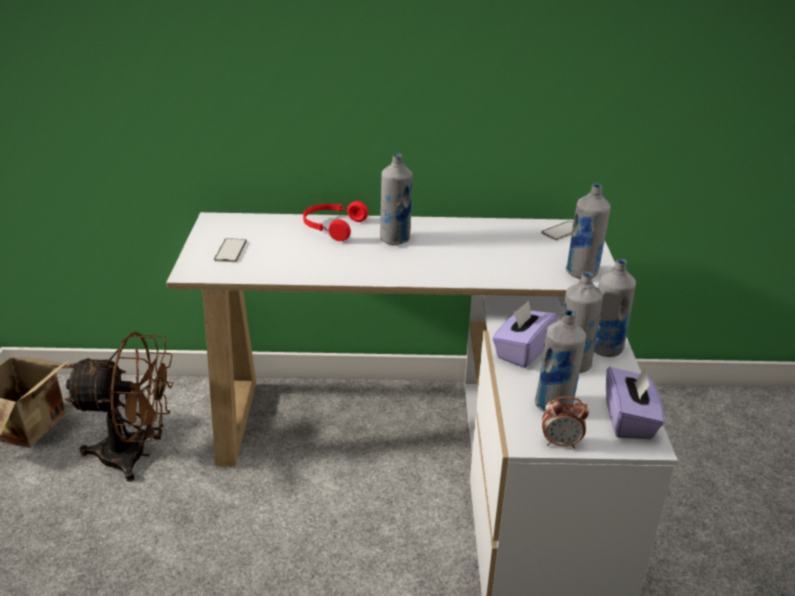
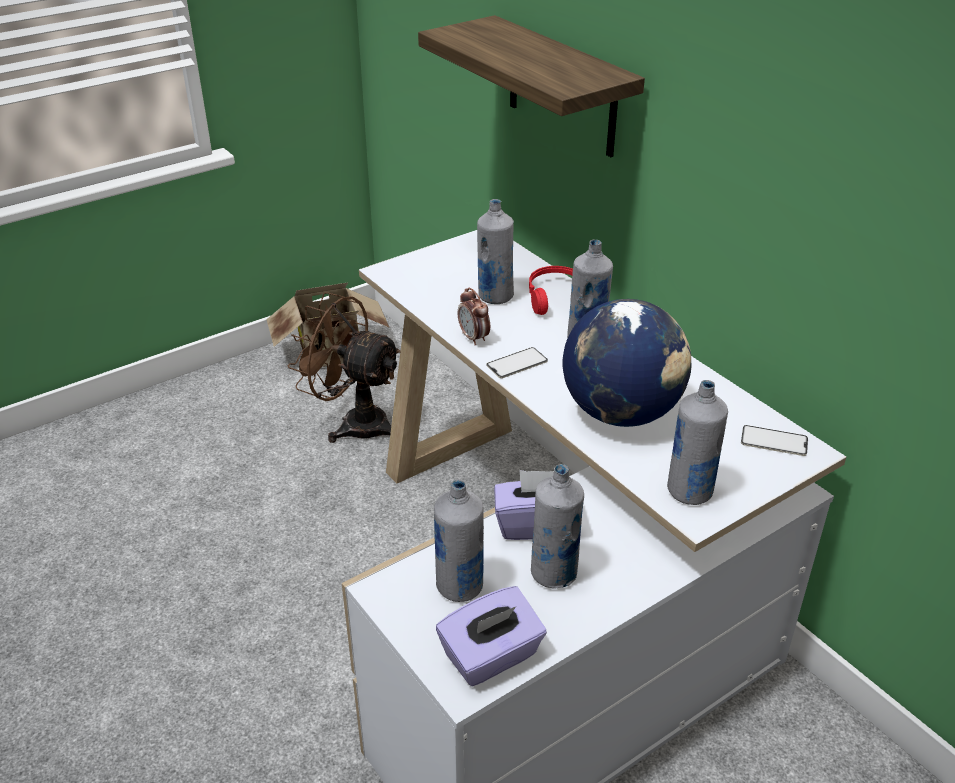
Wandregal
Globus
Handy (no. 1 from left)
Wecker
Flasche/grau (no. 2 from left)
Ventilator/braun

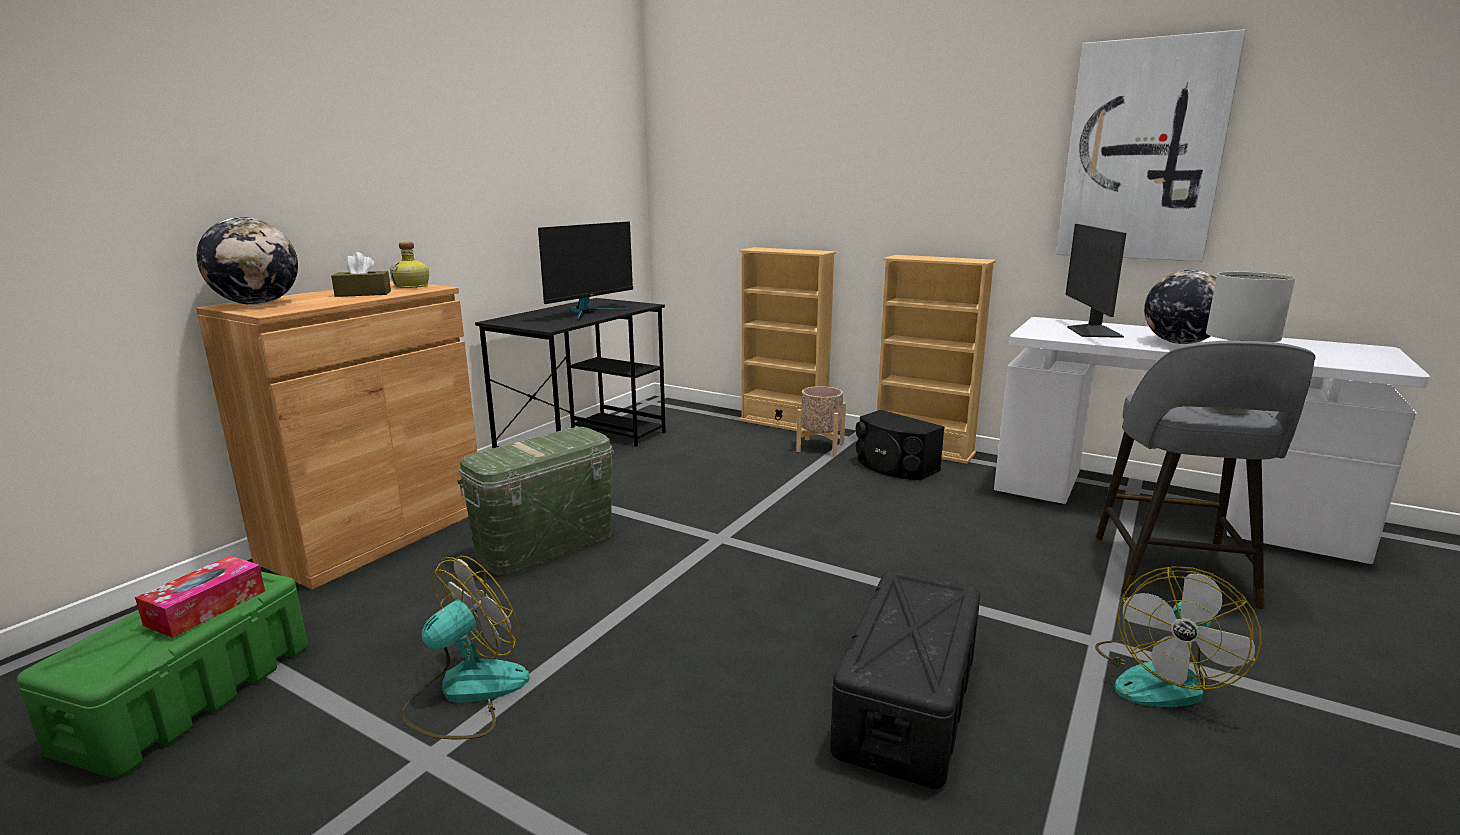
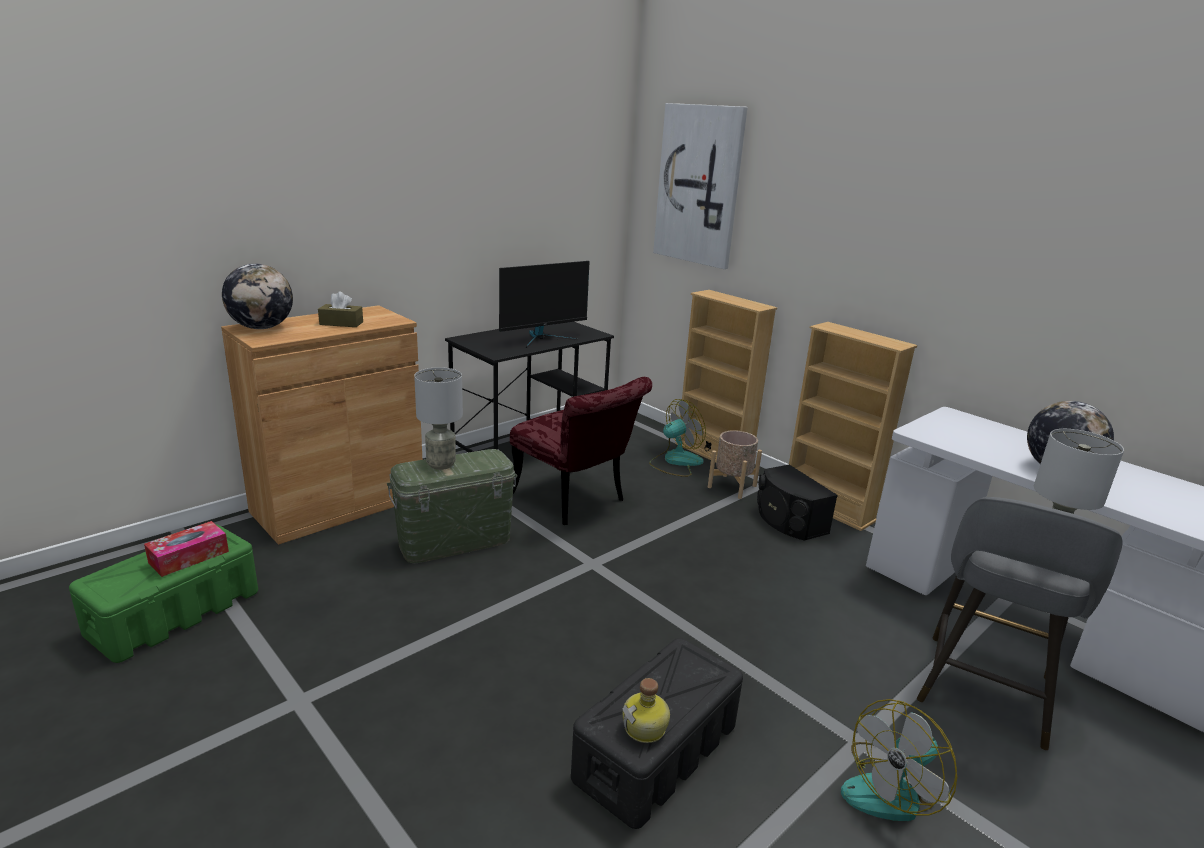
Monitor (no. 2 from left in the first image)
Tischlampe/grau (no. 1 from left)
Stuhl/rot
Flasche
Ventilator (no. 1 from left)
Bild

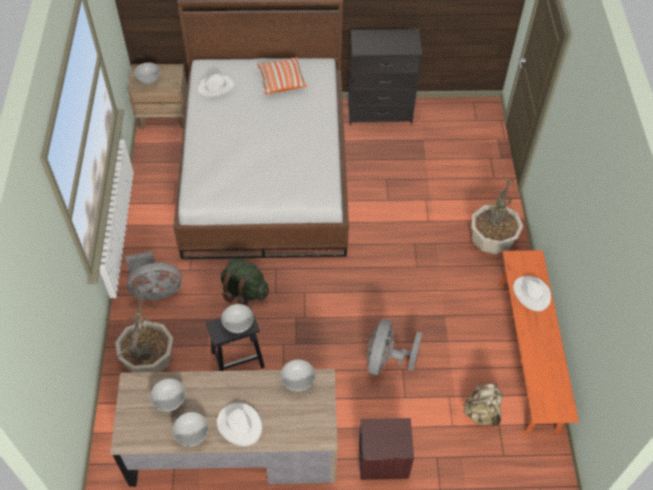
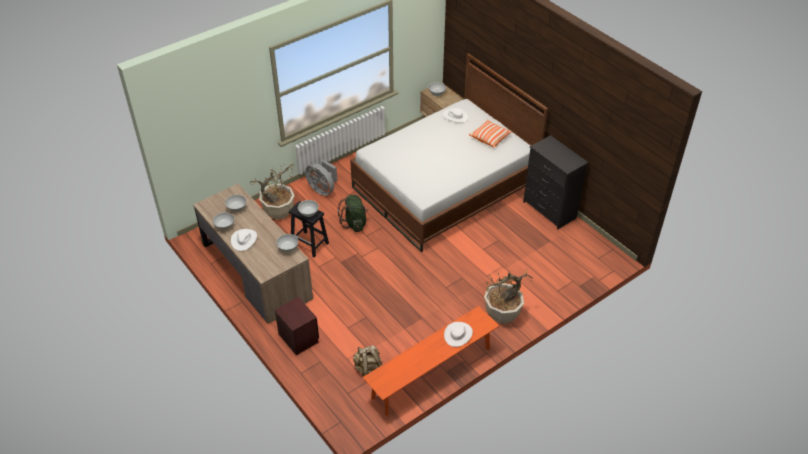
Ventilator/grau (no. 2 from left in the first image)

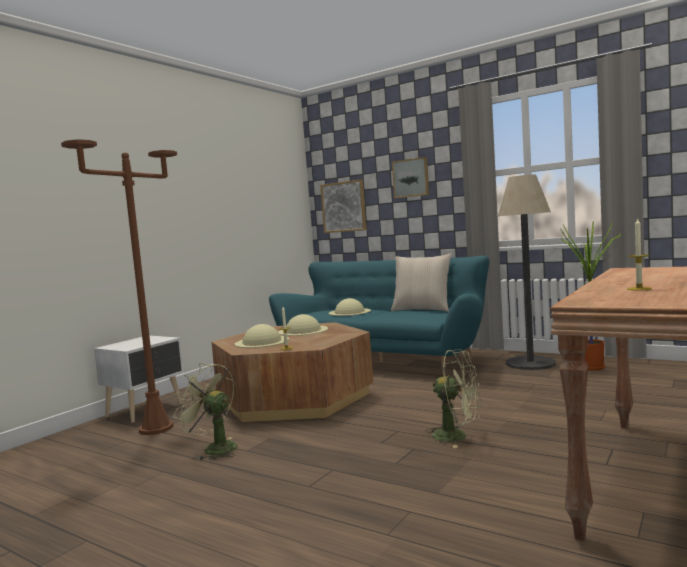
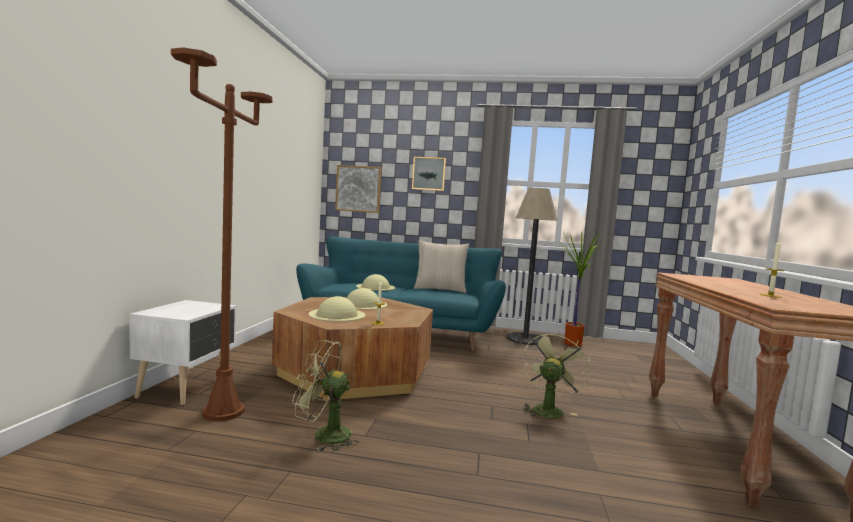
Ventilator/grün (no. 2 from left)

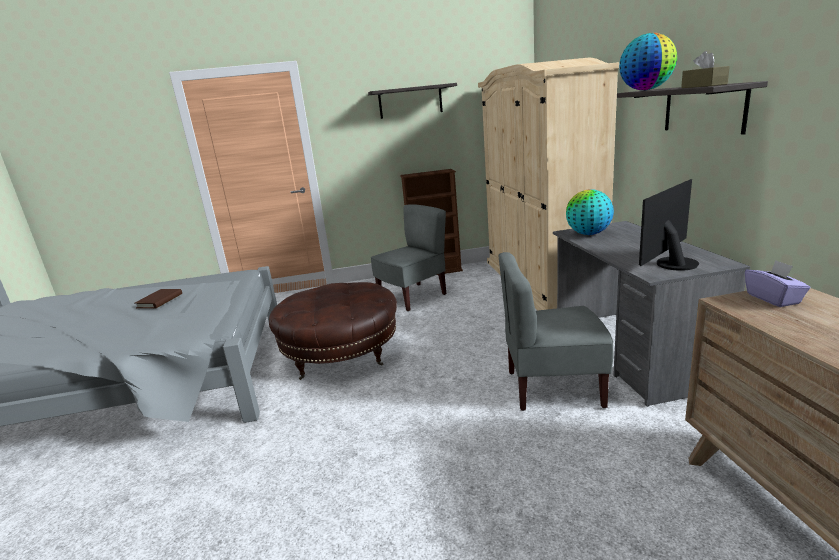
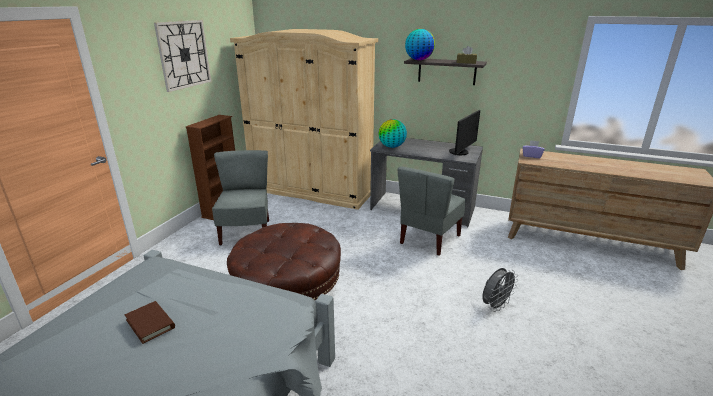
Ventilator/grau
Wanduhr
Monitor

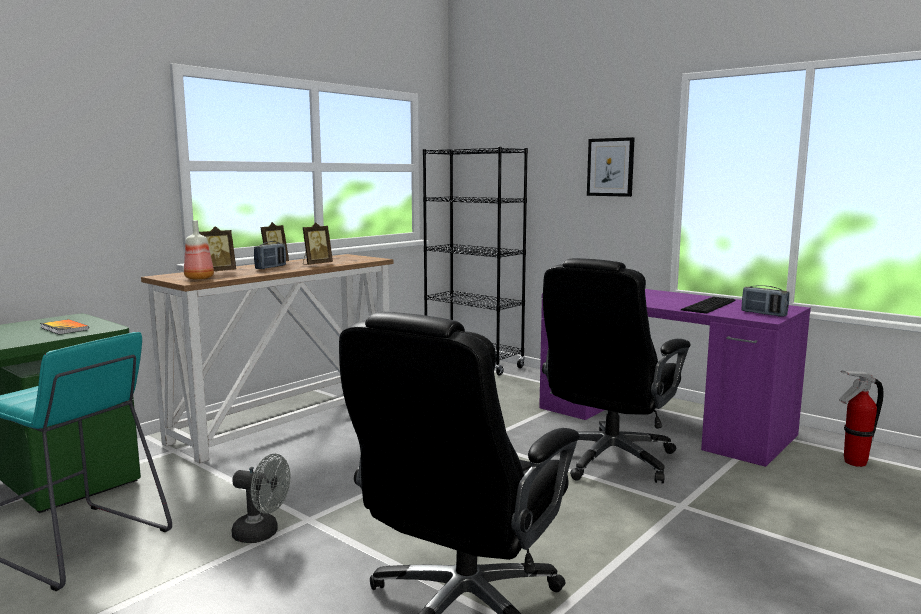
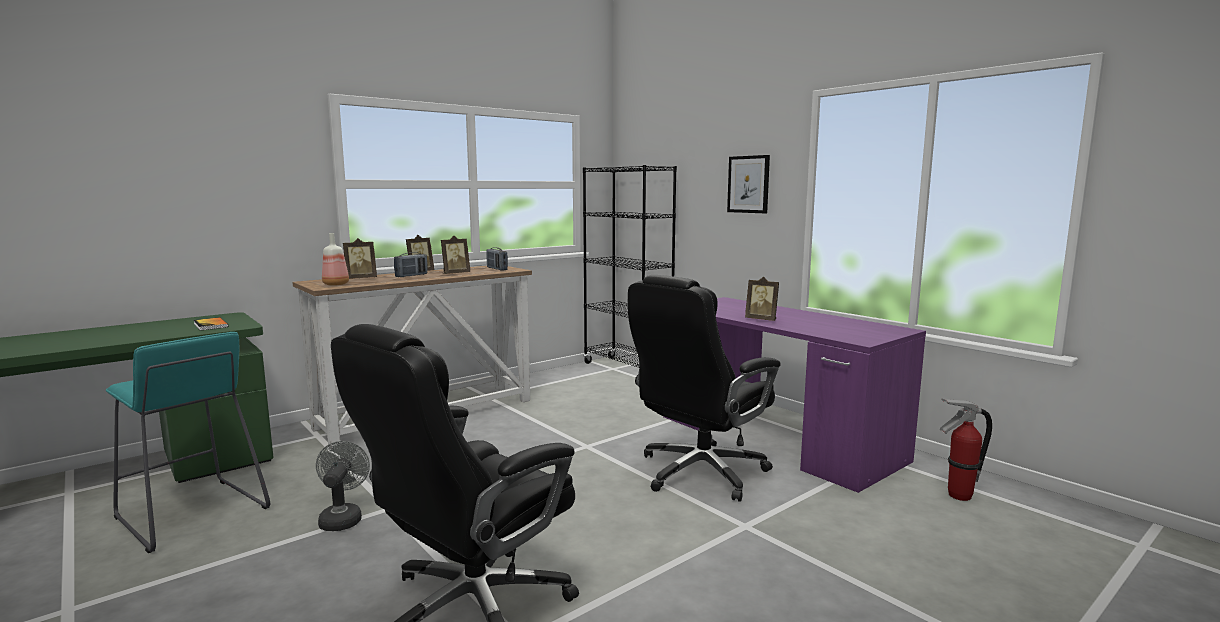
Tastatur
Bilderrahmen (no. 4 from left)
Radio (no. 2 from left)
Ventilator/grau

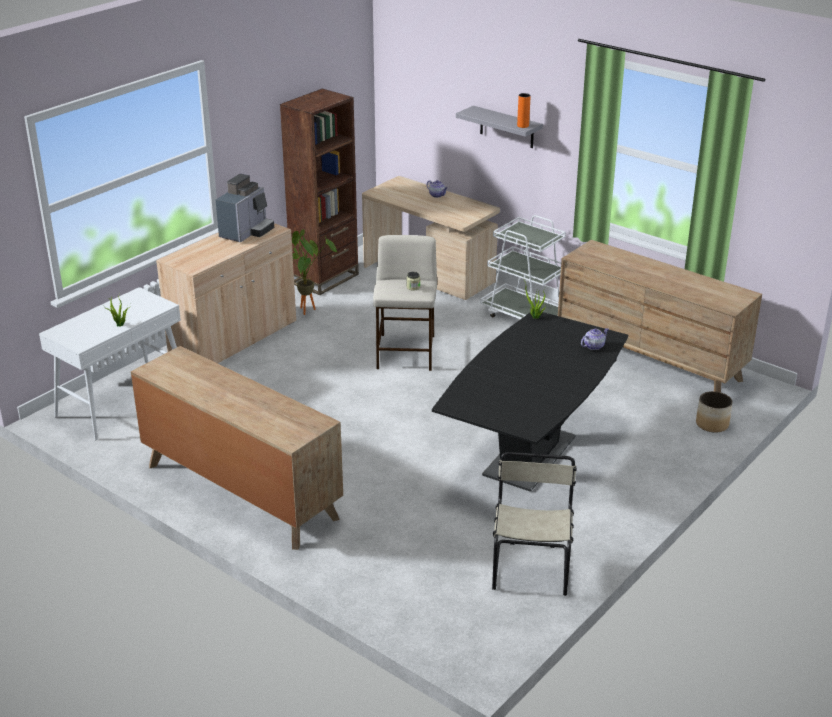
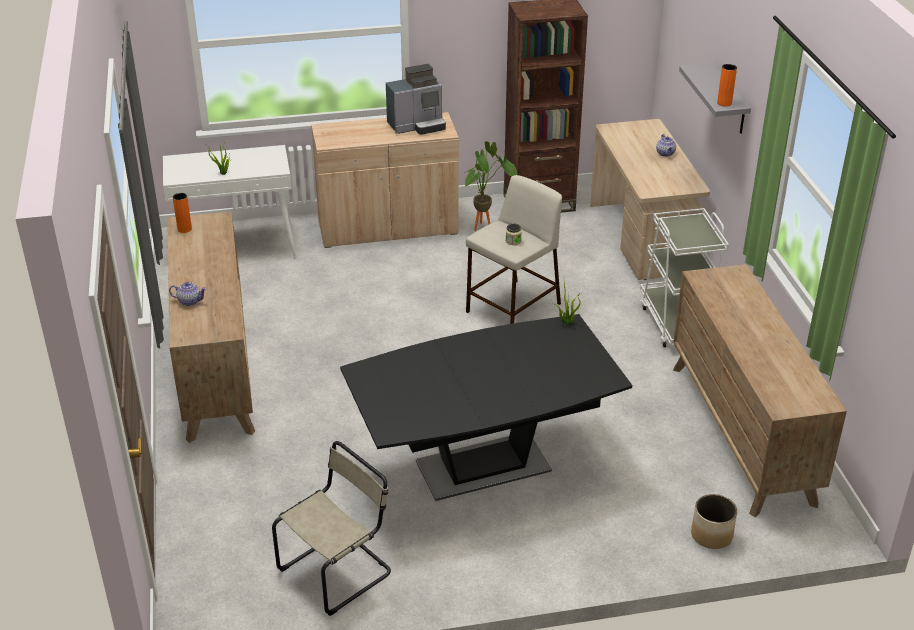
Vase/orange (no. 1 from left)
Teekanne (no. 1 from left)

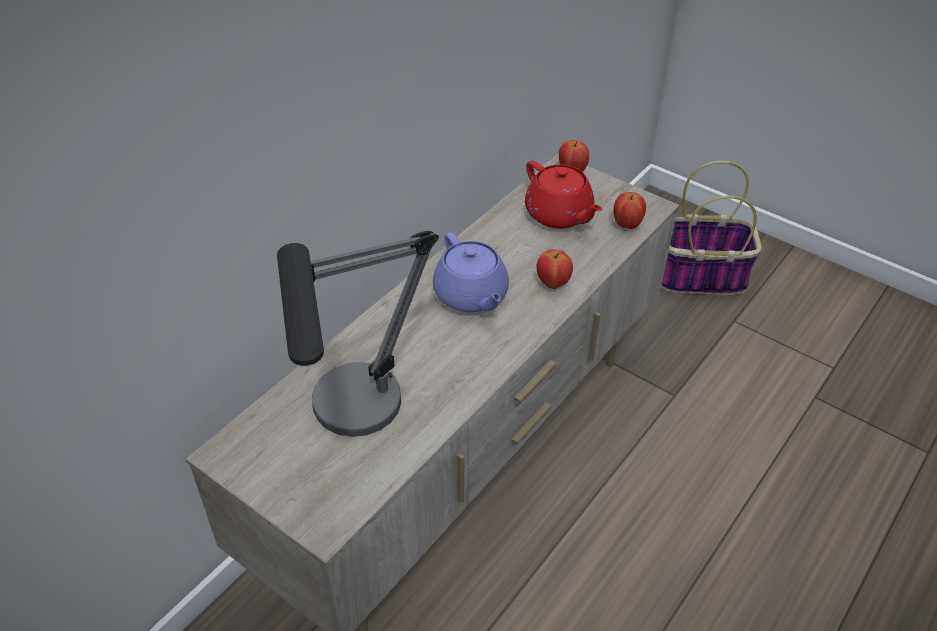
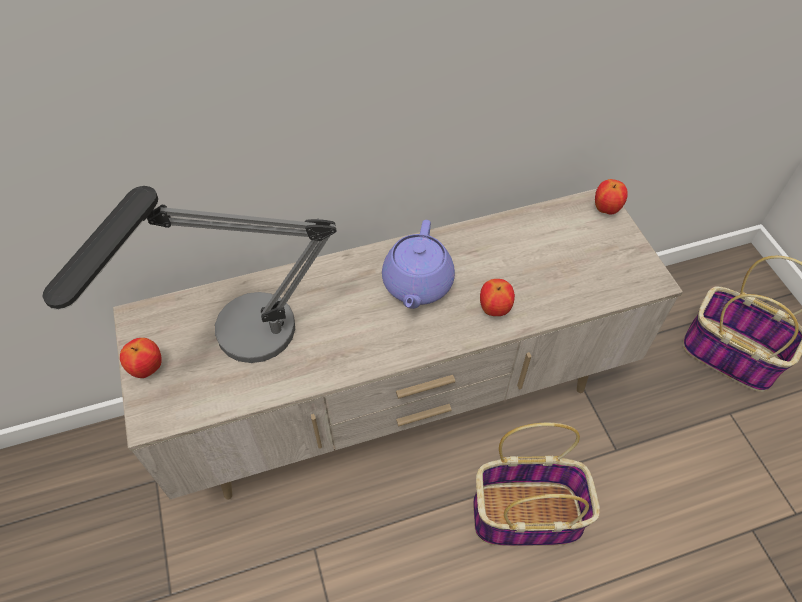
Teekanne/rot
Korb (no. 1 from left)
Apfel (no. 1 from left)

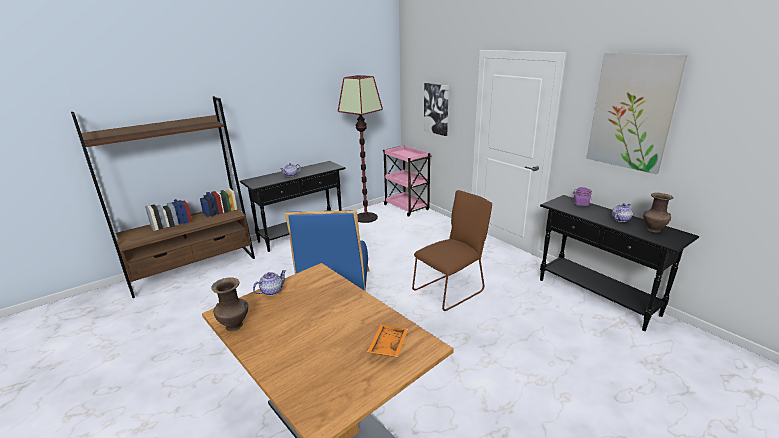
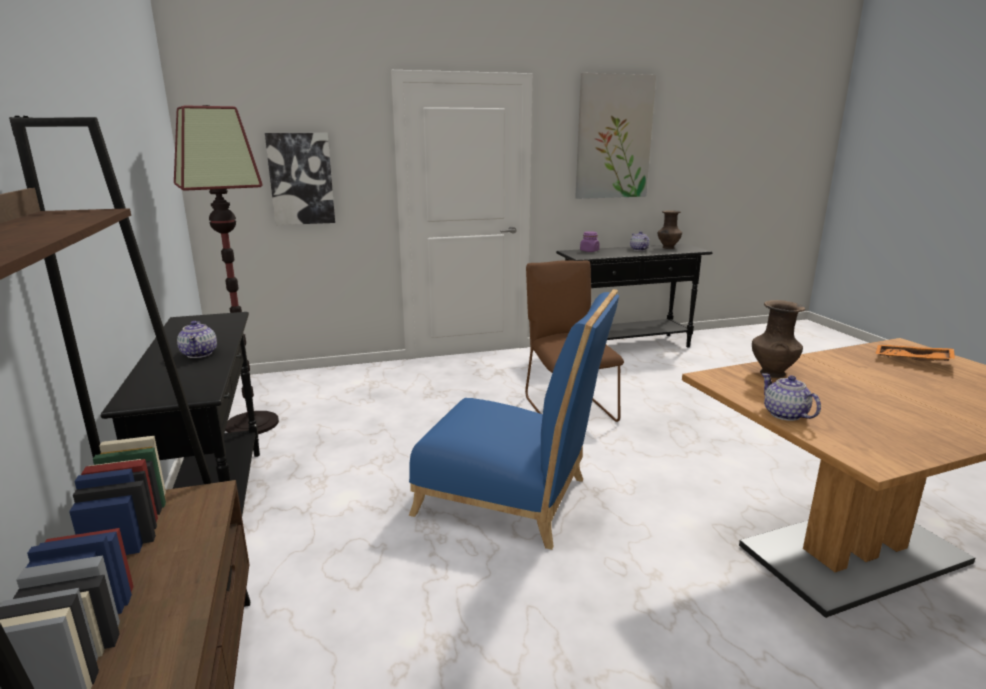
Rollwagen/rosa
Vase/braun (no. 2 from left)

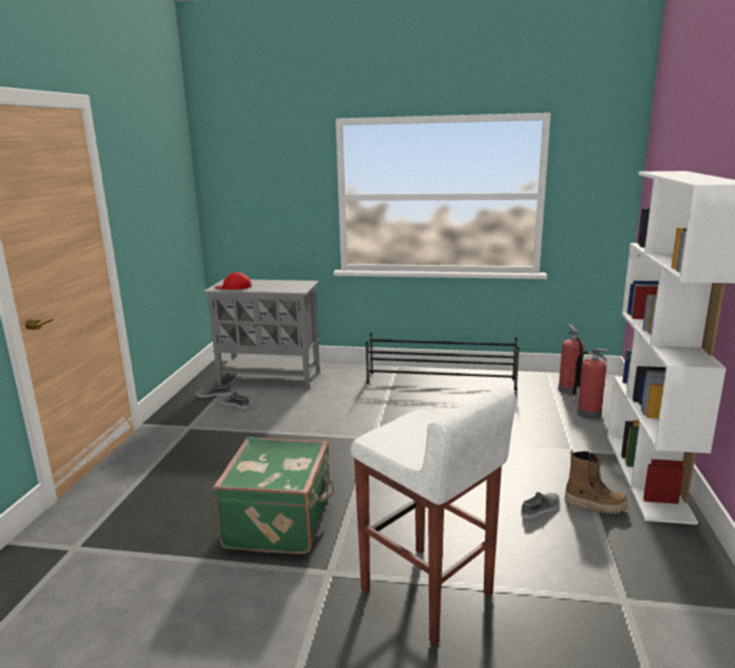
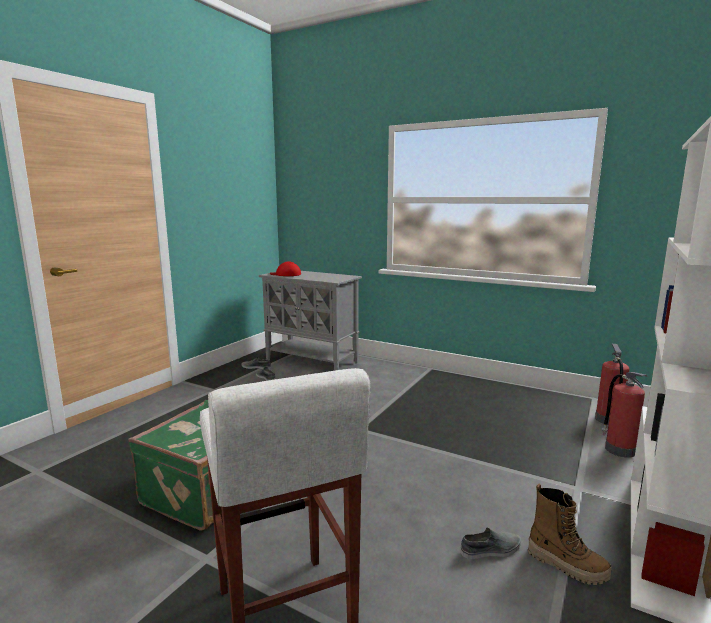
Schuhregal/schwarz

